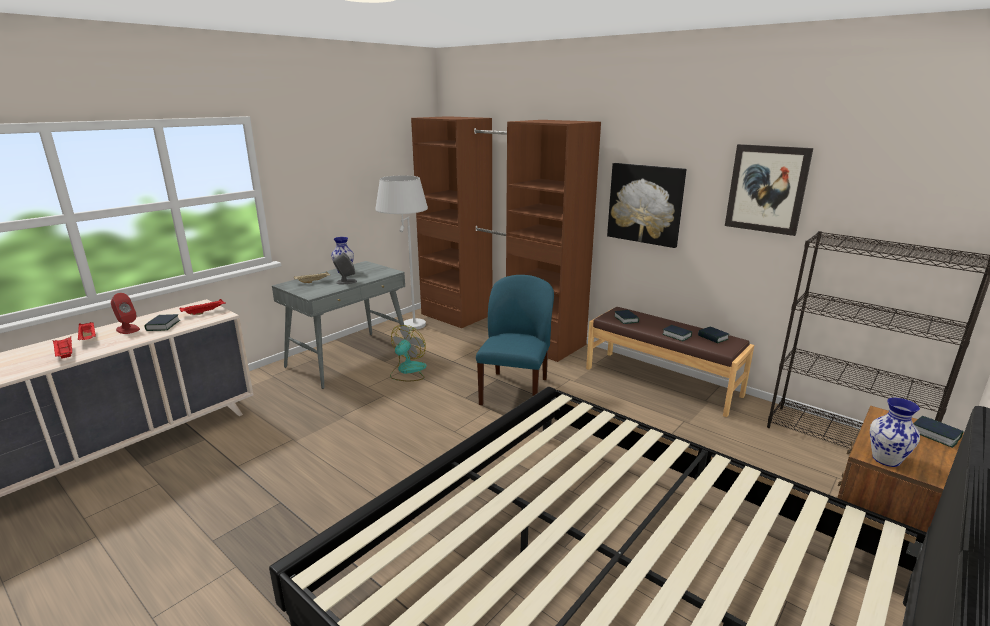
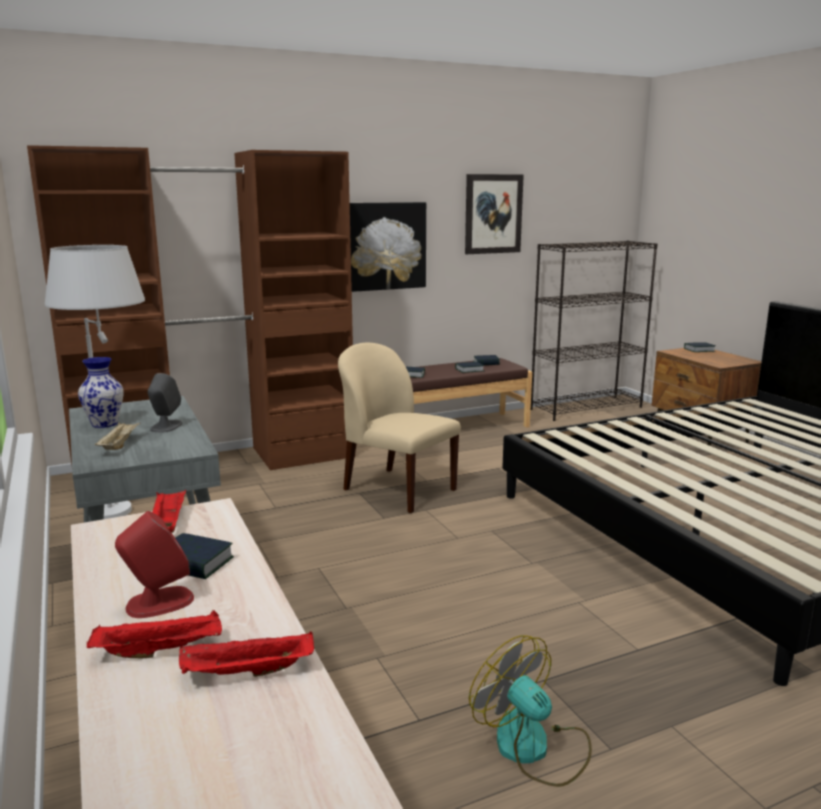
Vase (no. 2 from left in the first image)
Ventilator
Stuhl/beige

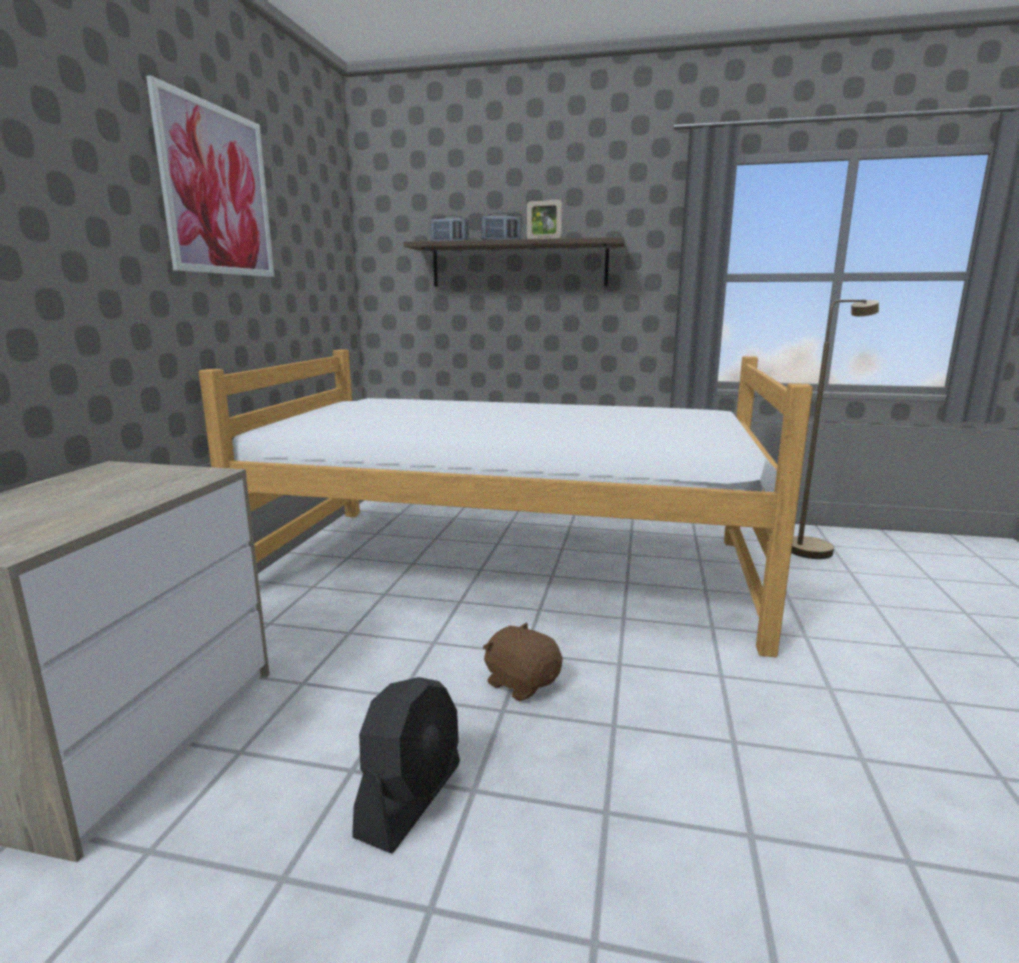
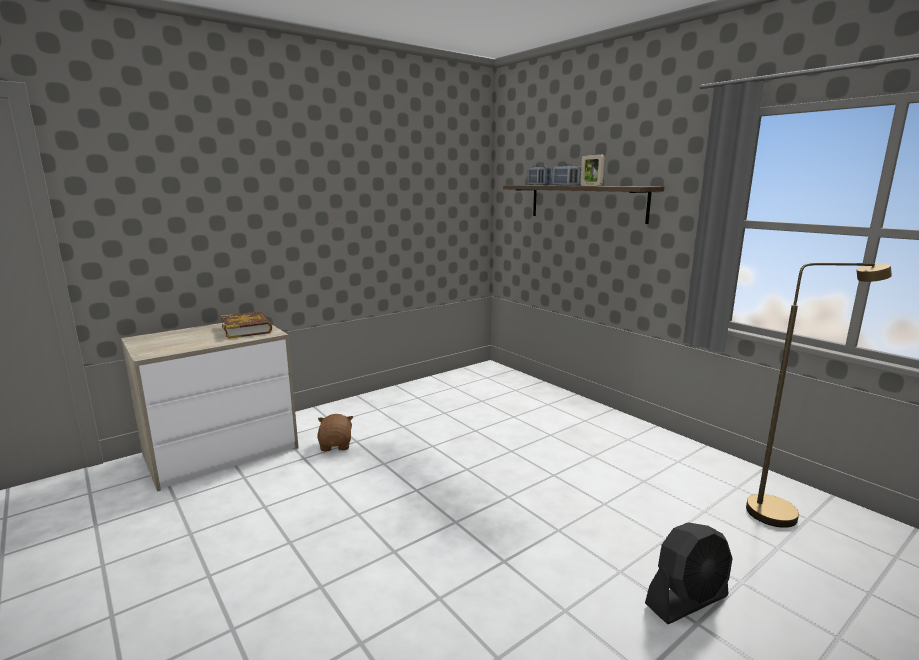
Bild
Bett
Buch
Ventilator/schwarz
Plüschtier/braun

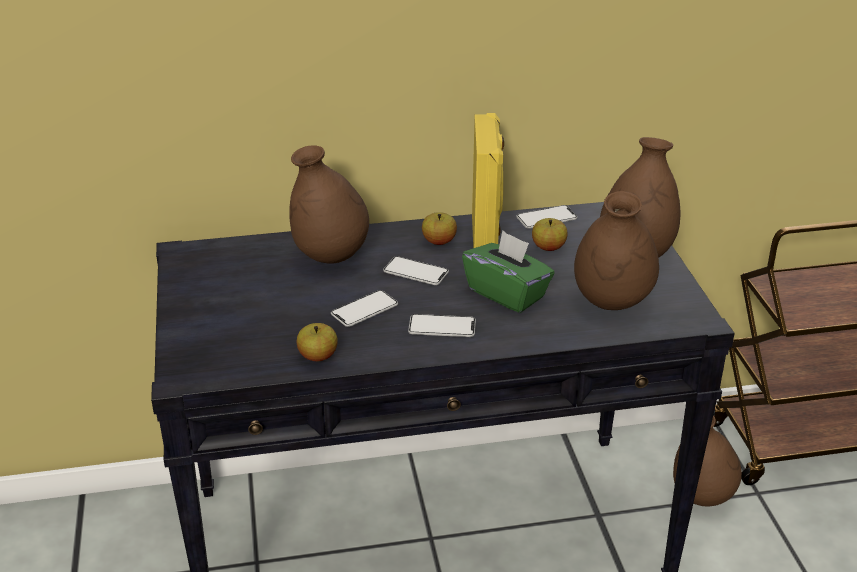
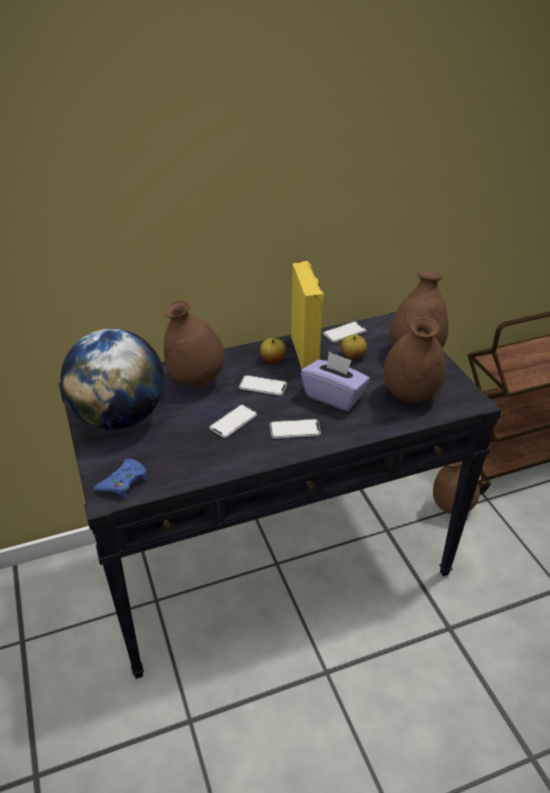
Apfel (no. 1 from left in the first image)
Globus
Gamepad/blau
Taschentuchbox/lila

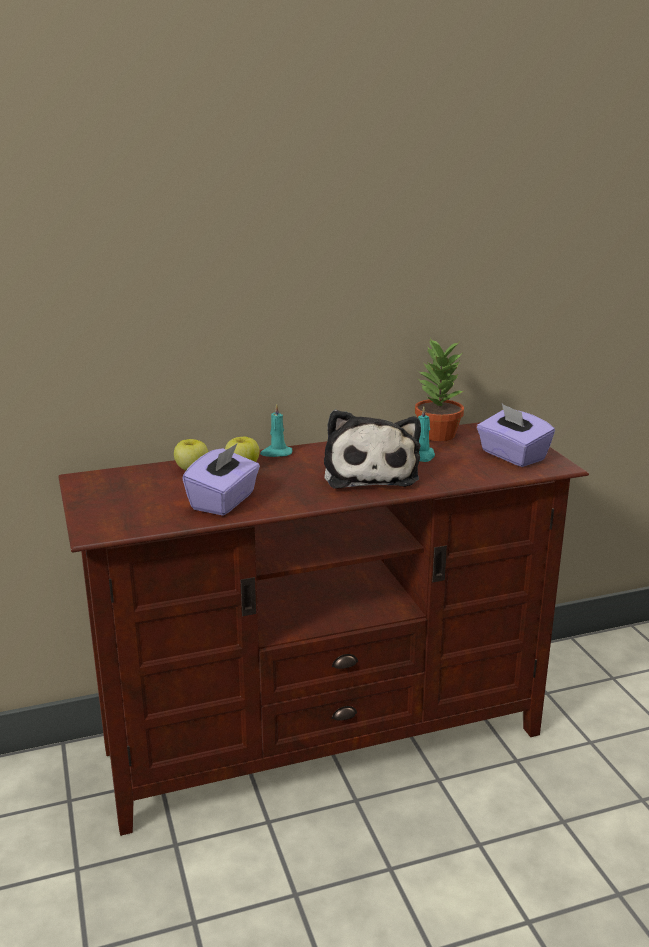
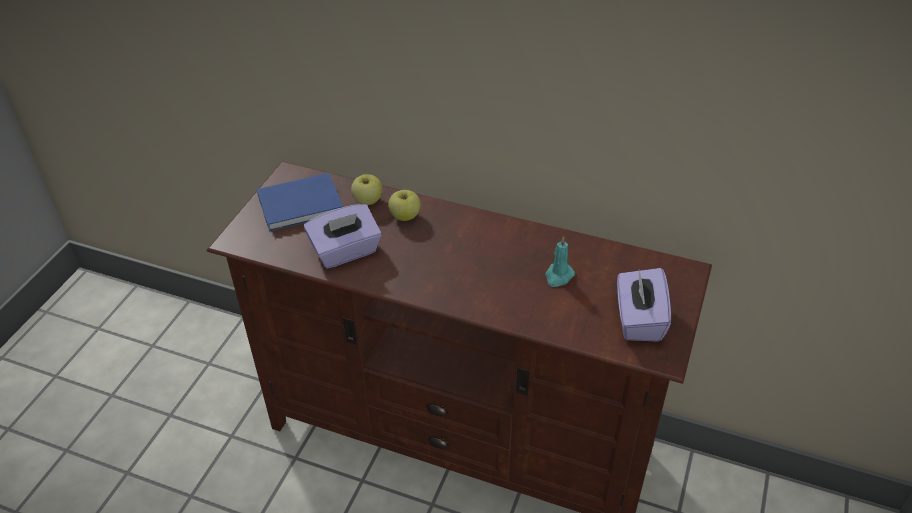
Kerze/türkis (no. 1 from left in the first image)
Plüschtier
Topfpflanze
Buch/blau

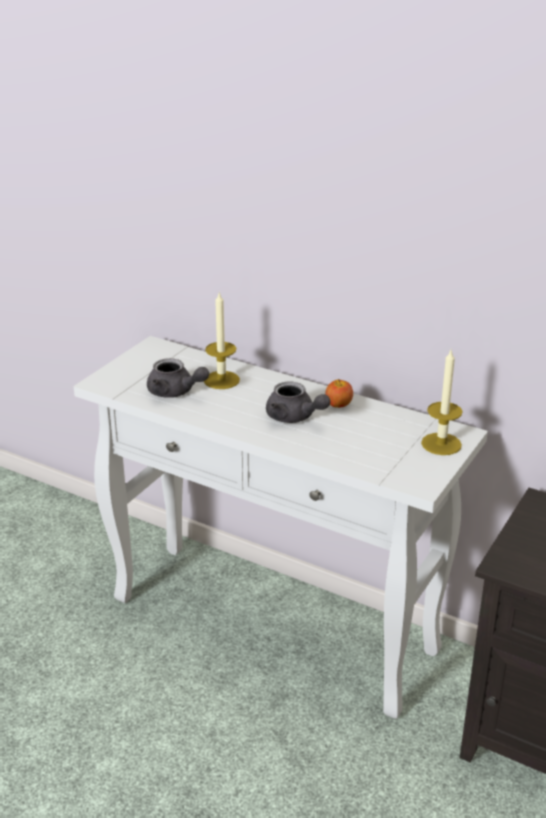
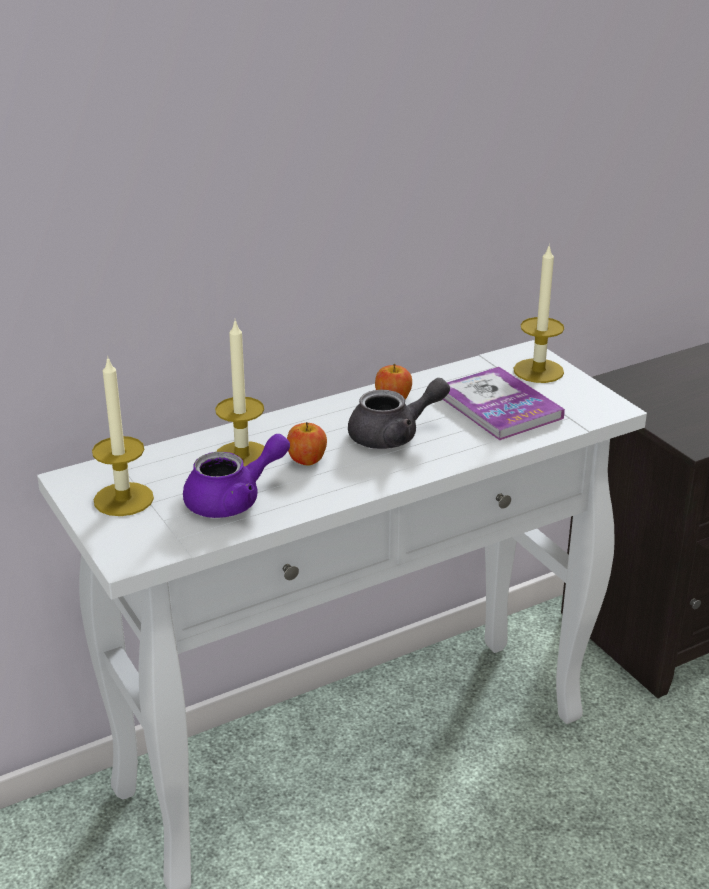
Kerze (no. 1 from left)
Apfel (no. 1 from left)
Buch
Teekanne/lila

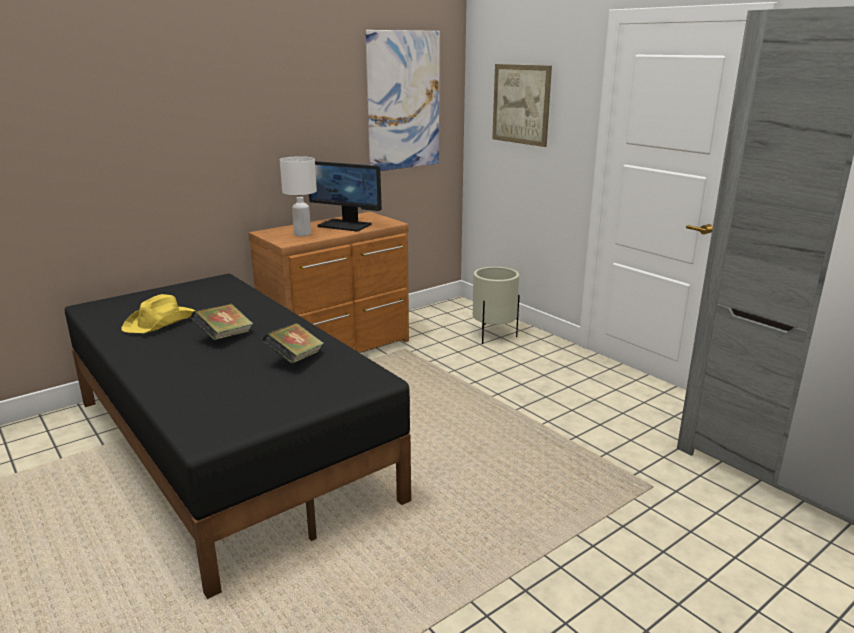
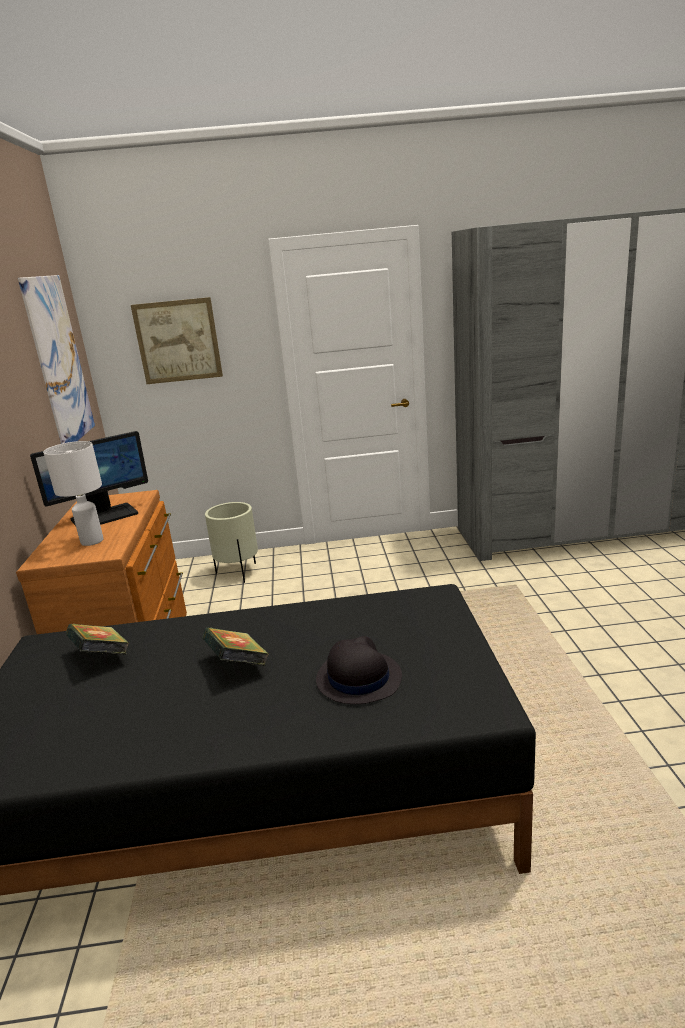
Hut/gelb
Hut/schwarz
Buch (no. 1 from left)

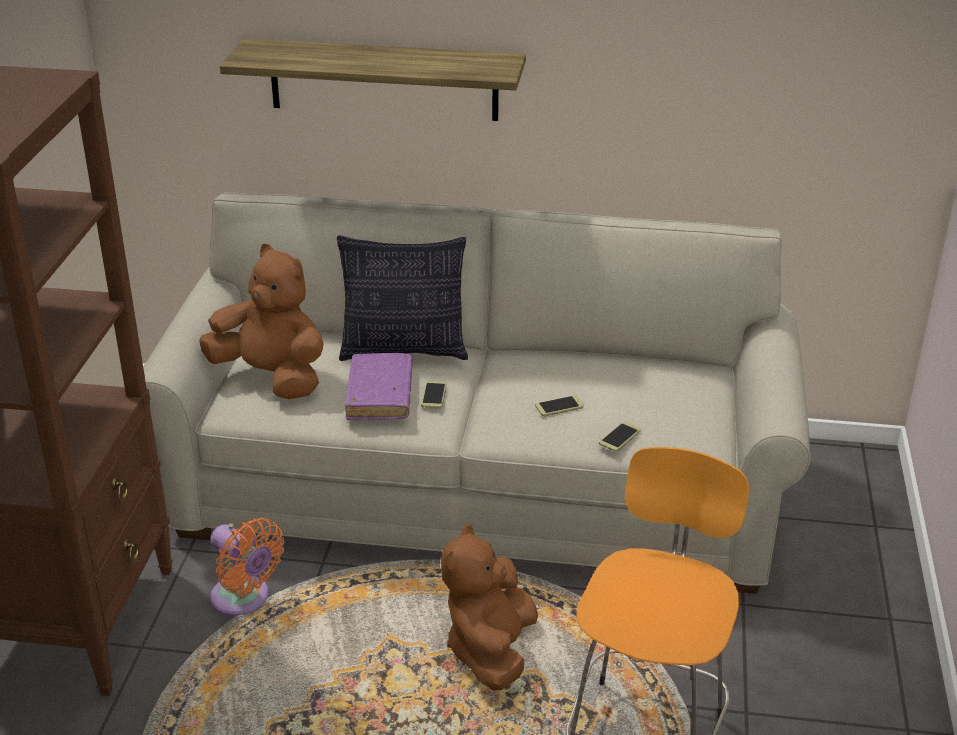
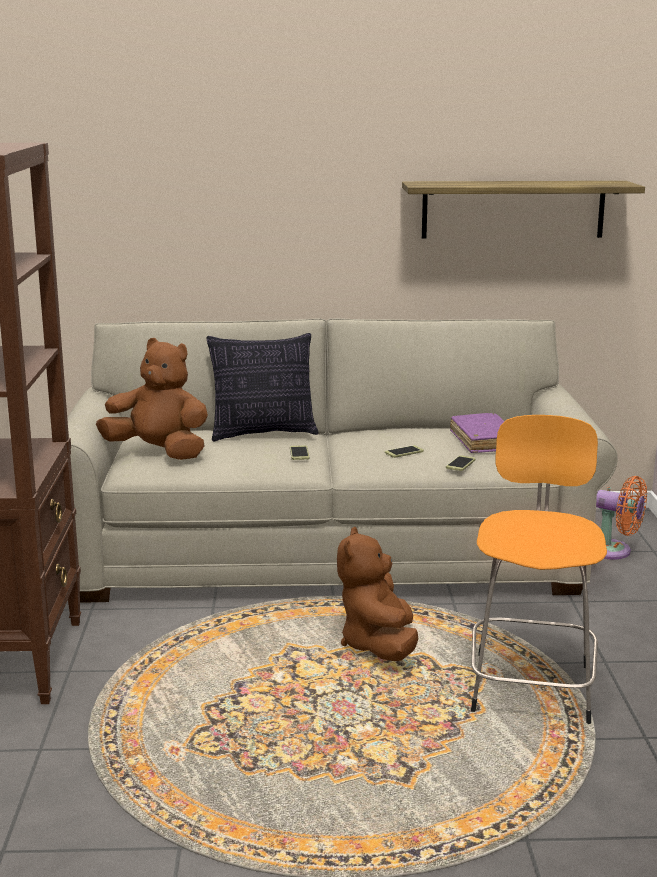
Ventilator/orange
Wandregal
Buch/lila

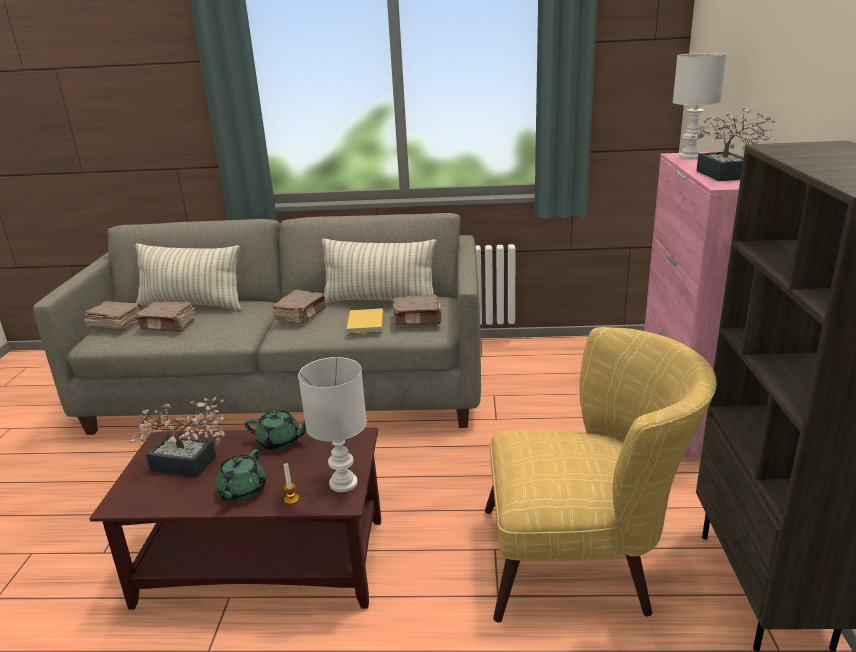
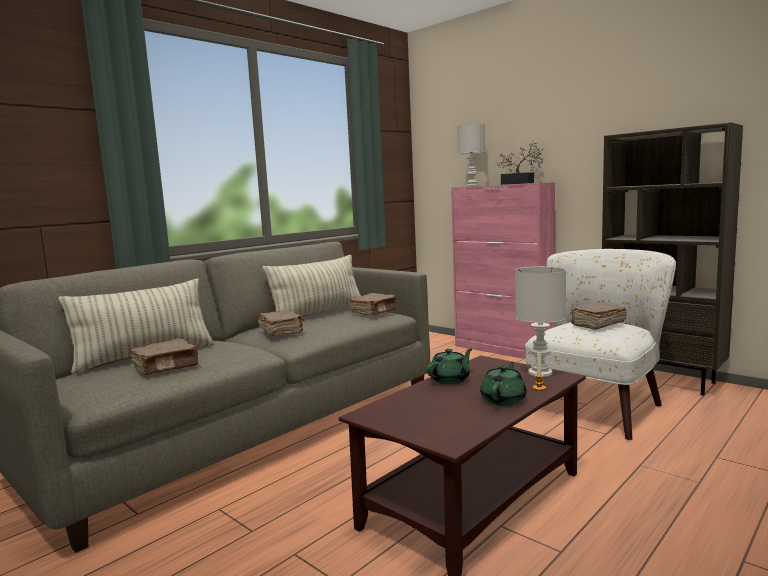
Topfpflanze (no. 1 from left in the first image)
Buch/gelb
Buch/braun (no. 4 from left)
Sessel/weiß
Teekanne/grün (no. 2 from left)

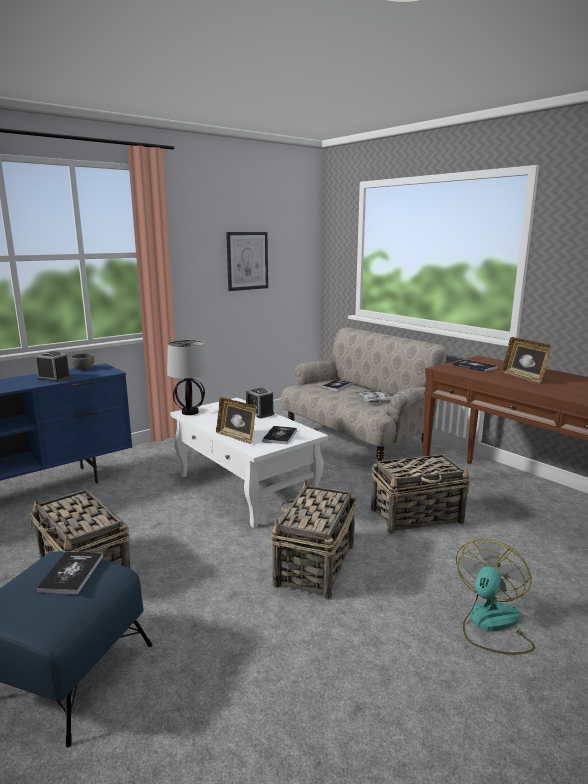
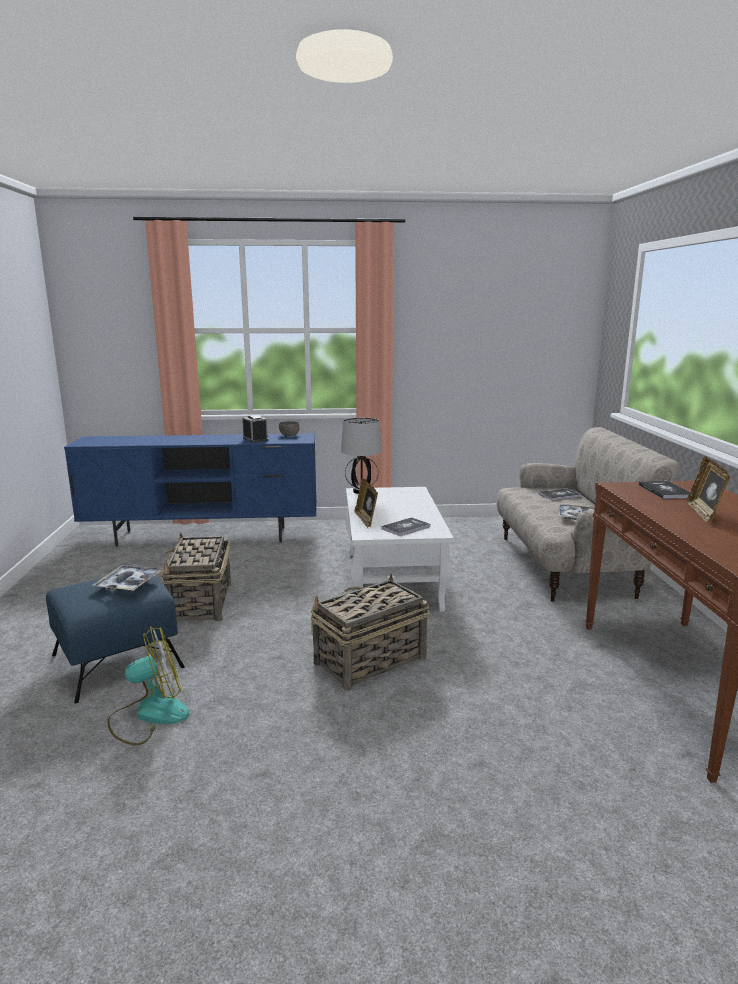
Bild
Wecker (no. 2 from left in the first image)
Korb (no. 3 from left in the first image)
Ventilator
Tablett (no. 1 from left)

